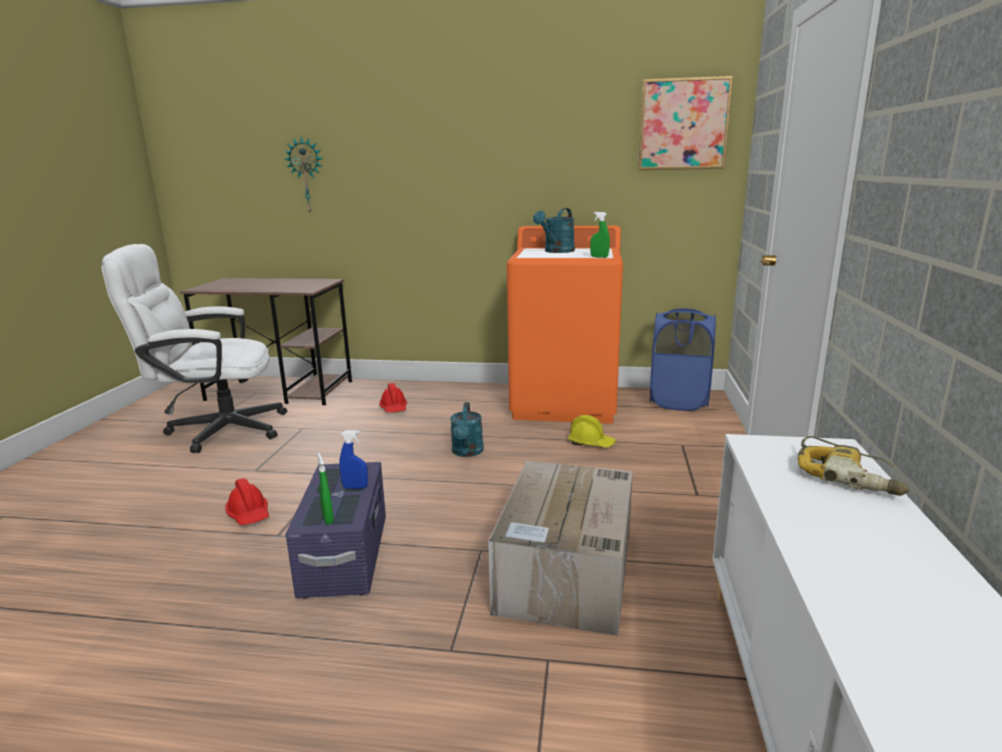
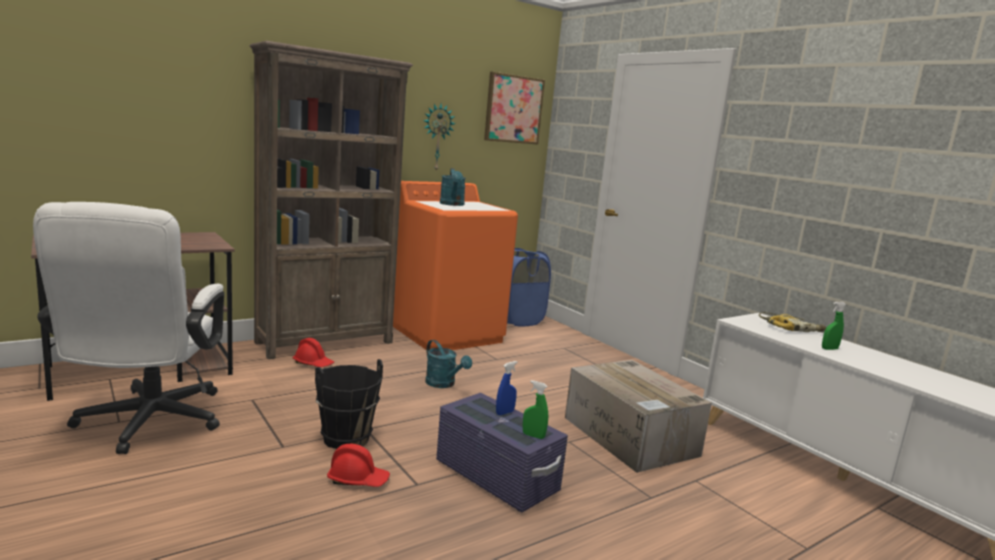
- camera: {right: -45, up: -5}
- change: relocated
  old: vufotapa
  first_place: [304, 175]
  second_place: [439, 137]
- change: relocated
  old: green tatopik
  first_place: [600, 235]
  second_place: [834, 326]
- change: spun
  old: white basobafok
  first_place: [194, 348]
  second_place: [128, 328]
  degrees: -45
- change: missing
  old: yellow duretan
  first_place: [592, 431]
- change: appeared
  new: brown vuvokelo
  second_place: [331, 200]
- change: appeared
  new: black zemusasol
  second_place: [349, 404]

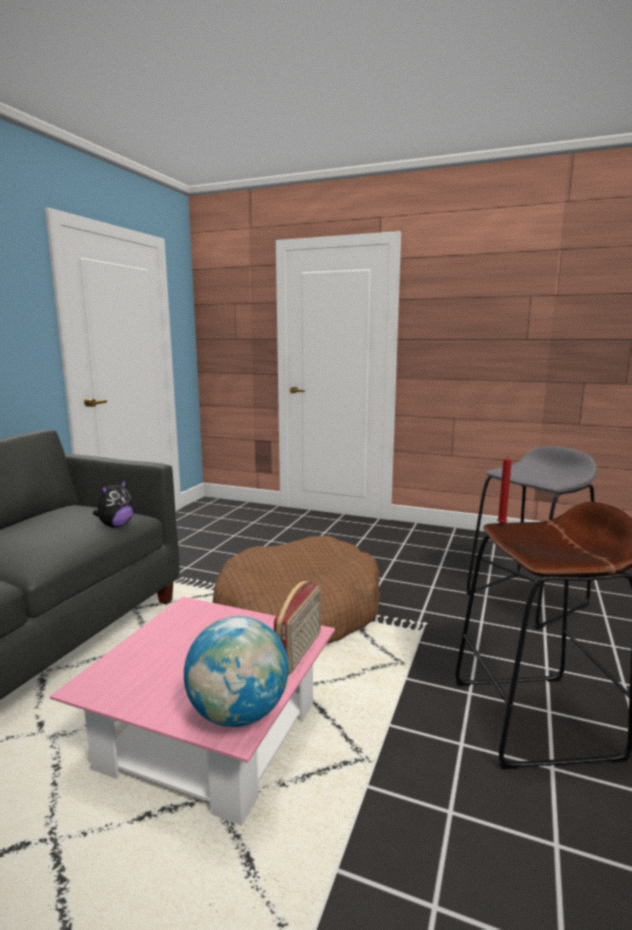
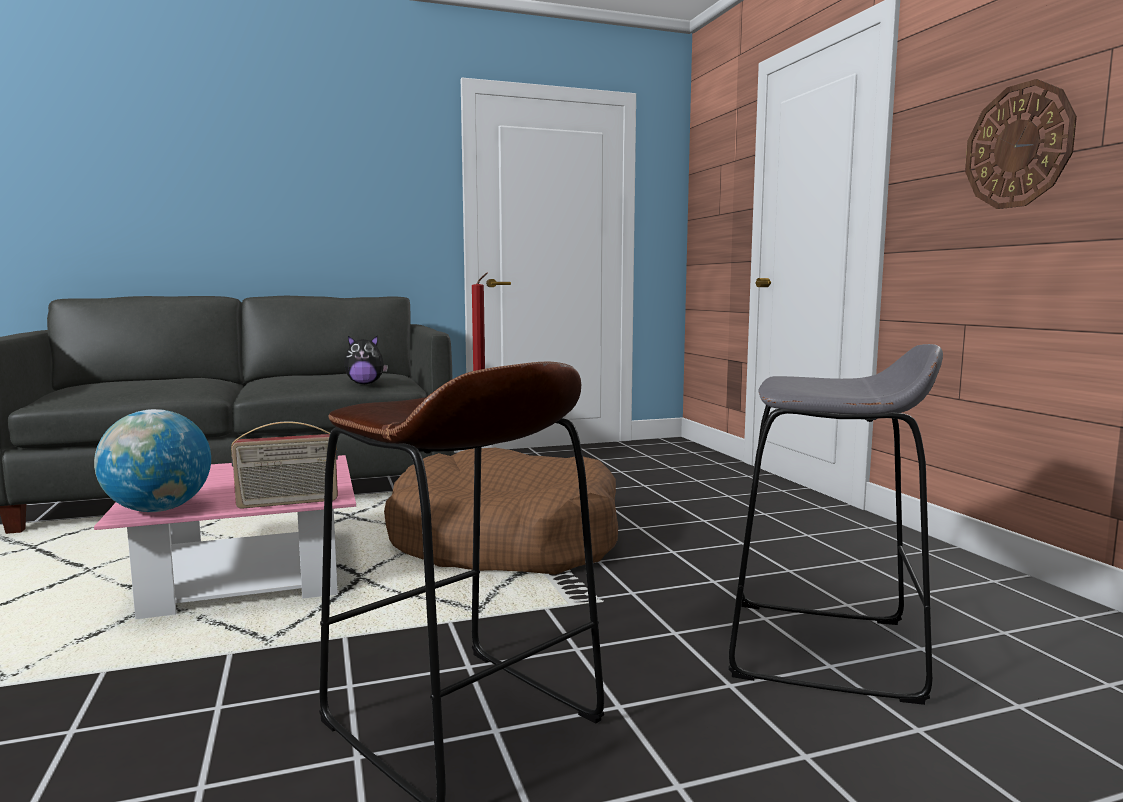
- camera: {right: 50, up: -5}
- change: appeared
  new: vufotapa
  second_place: [1021, 144]

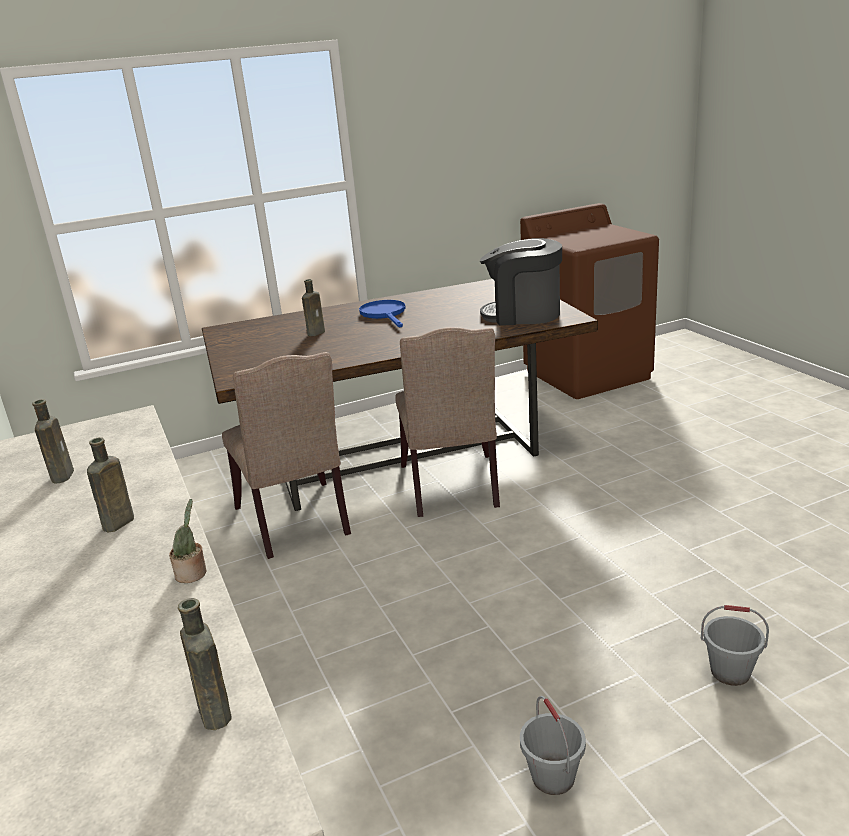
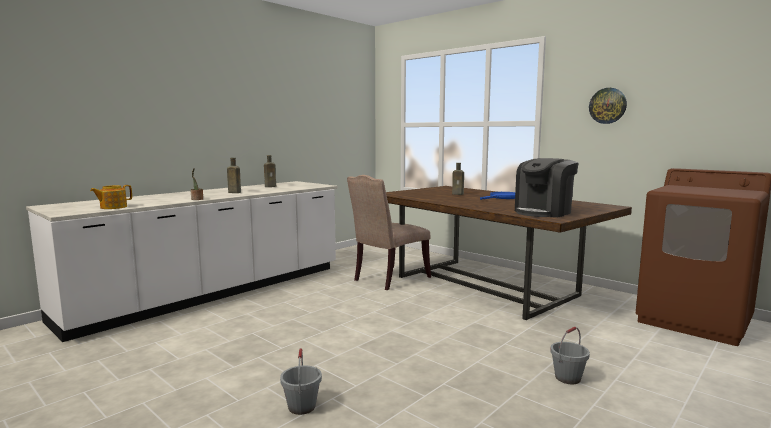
- camera: {right: 65, up: -15}
- change: spun
  old: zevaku
  first_place: [521, 281]
  second_place: [547, 187]
  degrees: -120
- change: missing
  old: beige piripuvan
  first_place: [447, 422]
- change: exchanged
  old: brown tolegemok
  new: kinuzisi
  first_place: [205, 664]
  second_place: [111, 197]
- change: relocated
  old: grey zemusasol
  first_place: [553, 745]
  second_place: [570, 355]
- change: appeared
  new: vufotapa
  second_place: [608, 106]

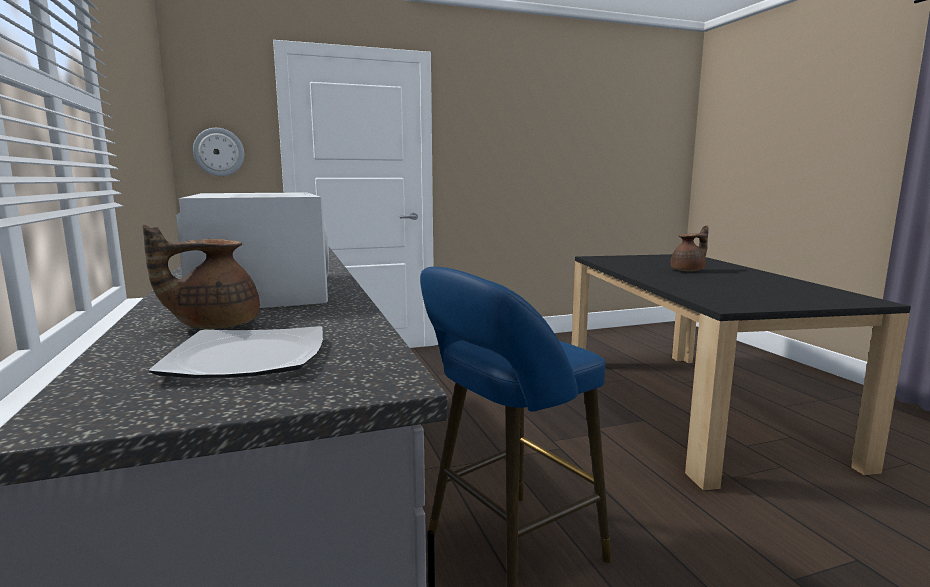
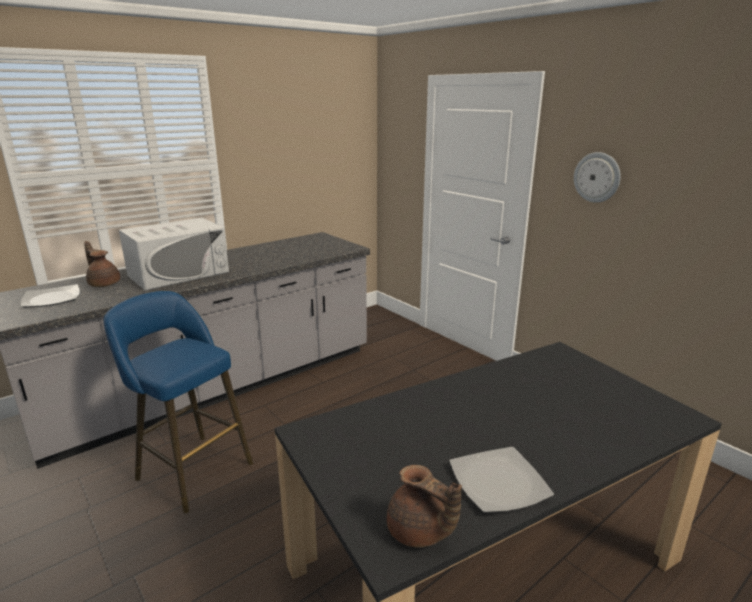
- camera: {right: 70, up: 10}
- change: relocated
  old: vufotapa
  first_place: [218, 152]
  second_place: [597, 177]
- change: relocated
  old: brown kinuzisi
  first_place: [690, 248]
  second_place: [424, 506]
- change: appeared
  new: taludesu
  second_place: [501, 480]

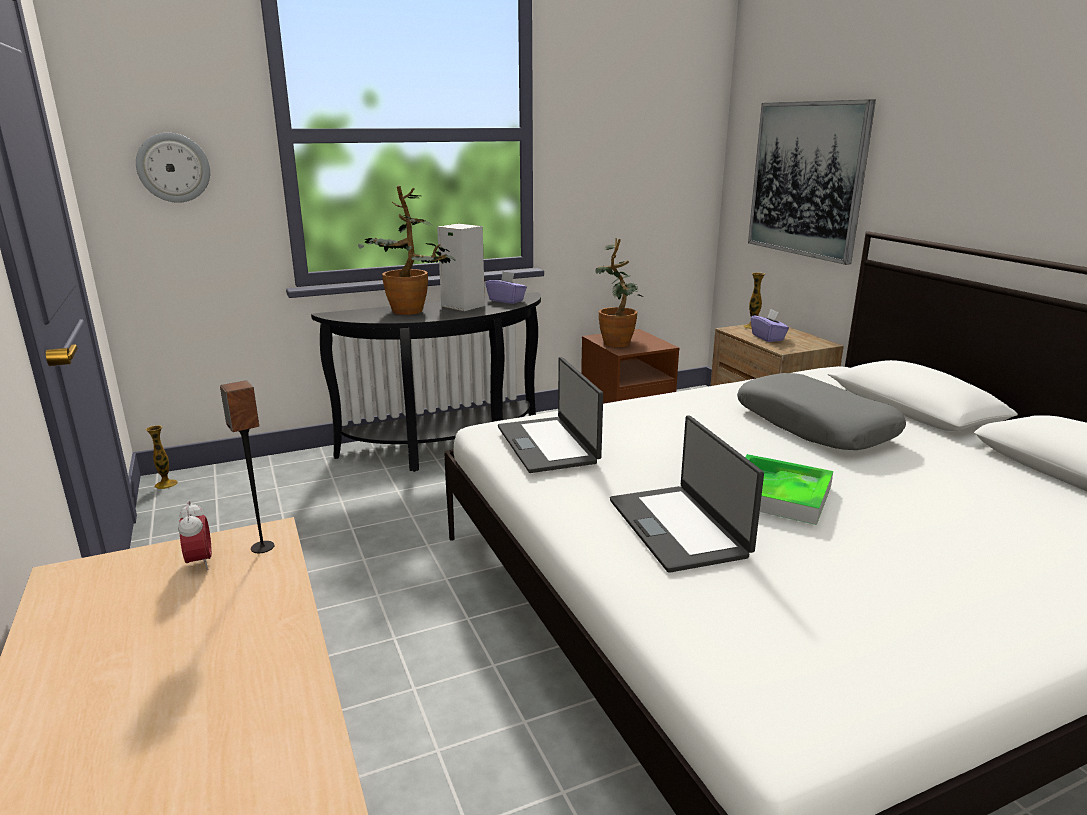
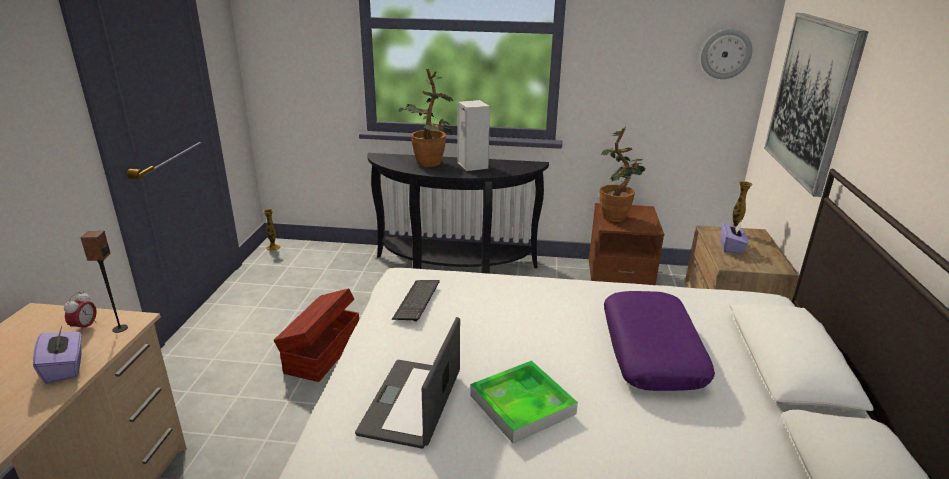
- camera: {right: 30, up: 5}
- change: relocated
  old: vufotapa
  first_place: [173, 168]
  second_place: [726, 54]
- change: relocated
  old: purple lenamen
  first_place: [506, 287]
  second_place: [57, 355]
- change: exchanged
  old: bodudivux
  new: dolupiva
  first_place: [550, 415]
  second_place: [416, 300]
- change: colour
  old: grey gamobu
  new: purple gamobu
  first_place: [821, 411]
  second_place: [659, 341]
- change: appeared
  new: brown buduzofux
  second_place: [316, 335]

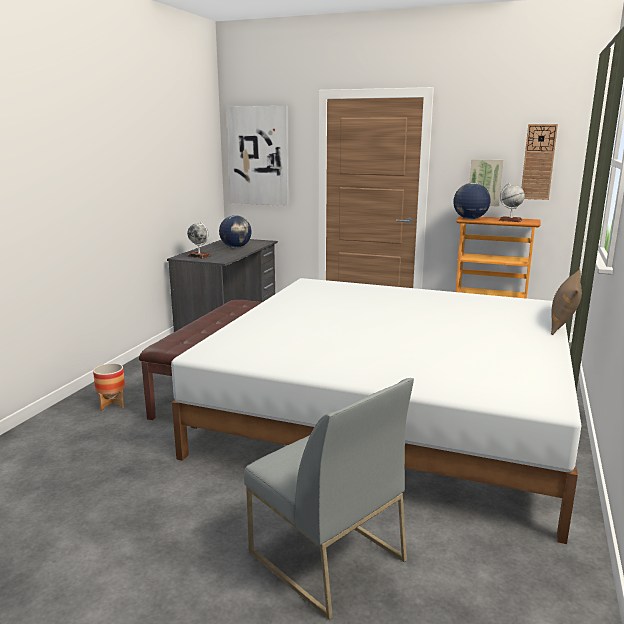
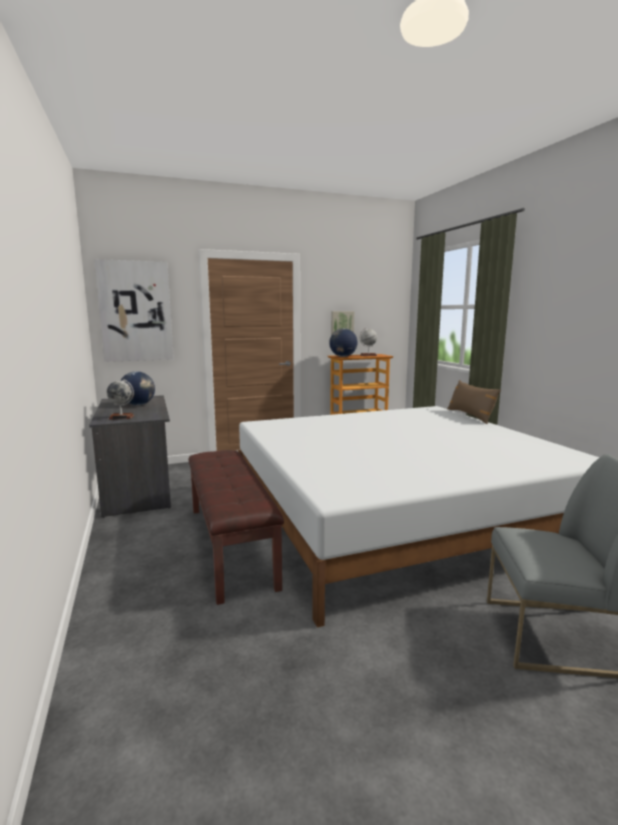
- camera: {right: -40, up: -5}
- change: missing
  old: vufotapa
  first_place: [539, 162]
- change: missing
  old: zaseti
  first_place: [109, 387]

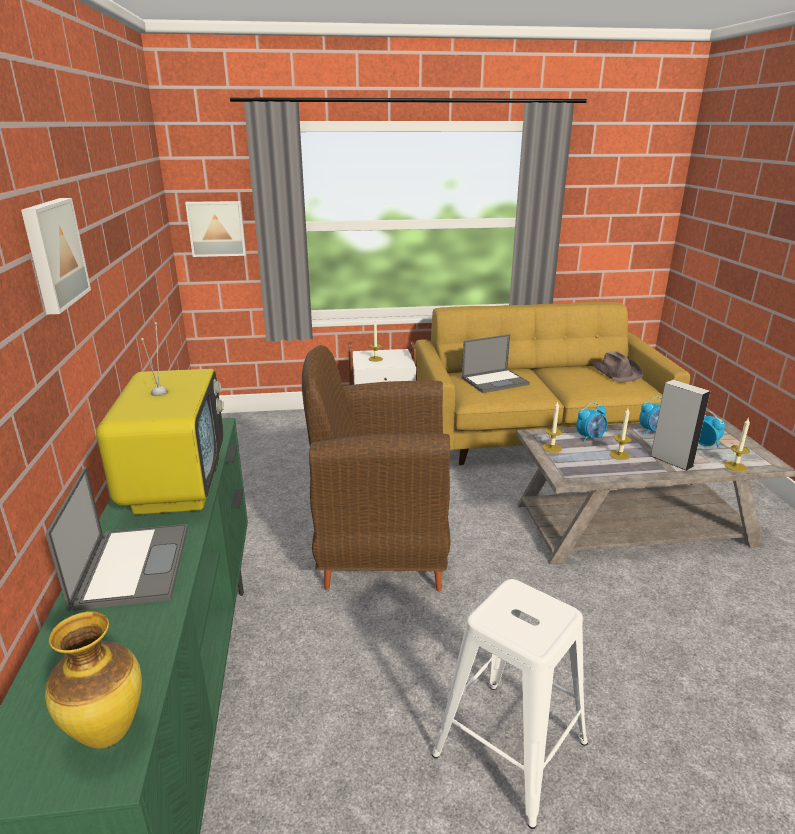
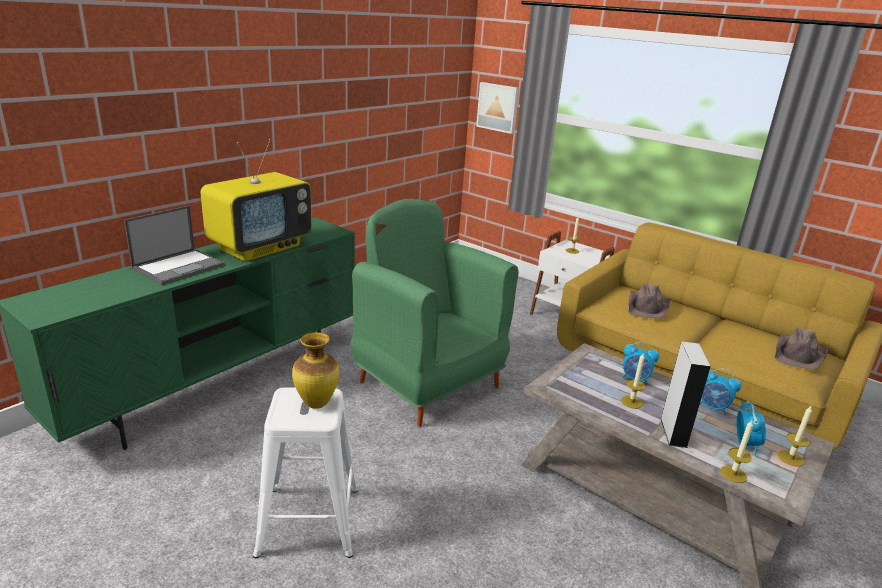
- camera: {right: 45, up: 0}
- change: missing
  old: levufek
  first_place: [56, 256]
- change: exchanged
  old: bodudivux
  new: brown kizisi
  first_place: [496, 363]
  second_place: [649, 301]
- change: colour
  old: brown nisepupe
  new: green nisepupe
  first_place: [376, 468]
  second_place: [434, 313]
- change: relocated
  old: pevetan
  first_place: [552, 427]
  second_place: [795, 436]
- change: relocated
  old: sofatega
  first_place: [93, 680]
  second_place: [316, 370]

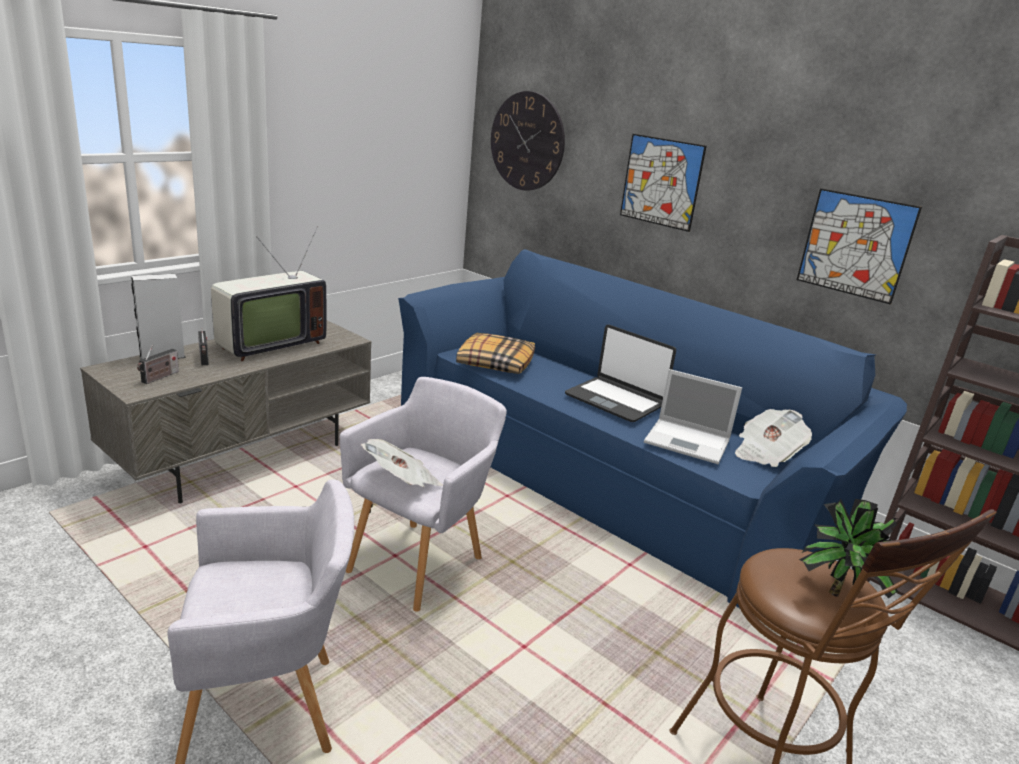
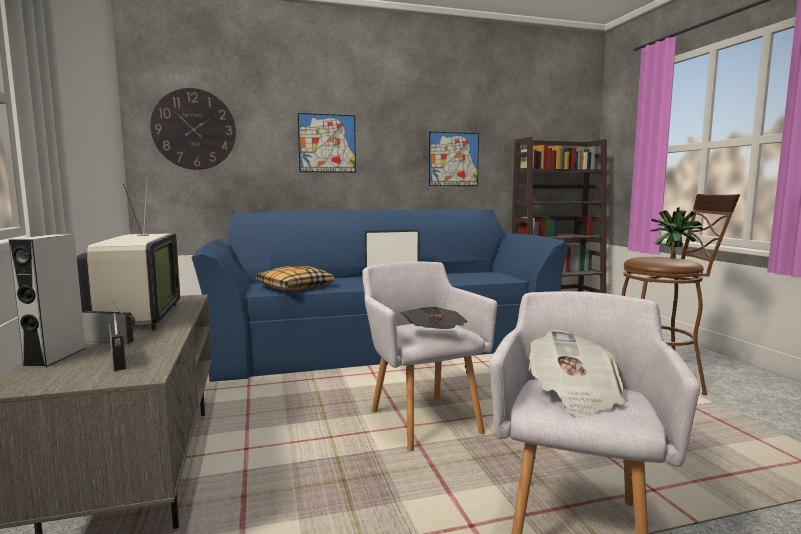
- camera: {right: -55, up: -15}
- change: missing
  old: bodudivux
  first_place: [693, 416]
- change: relocated
  old: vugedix
  first_place: [773, 438]
  second_place: [577, 373]

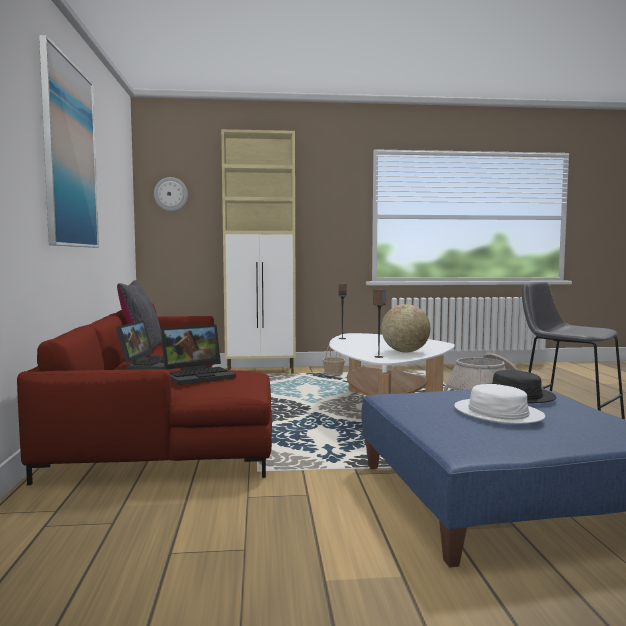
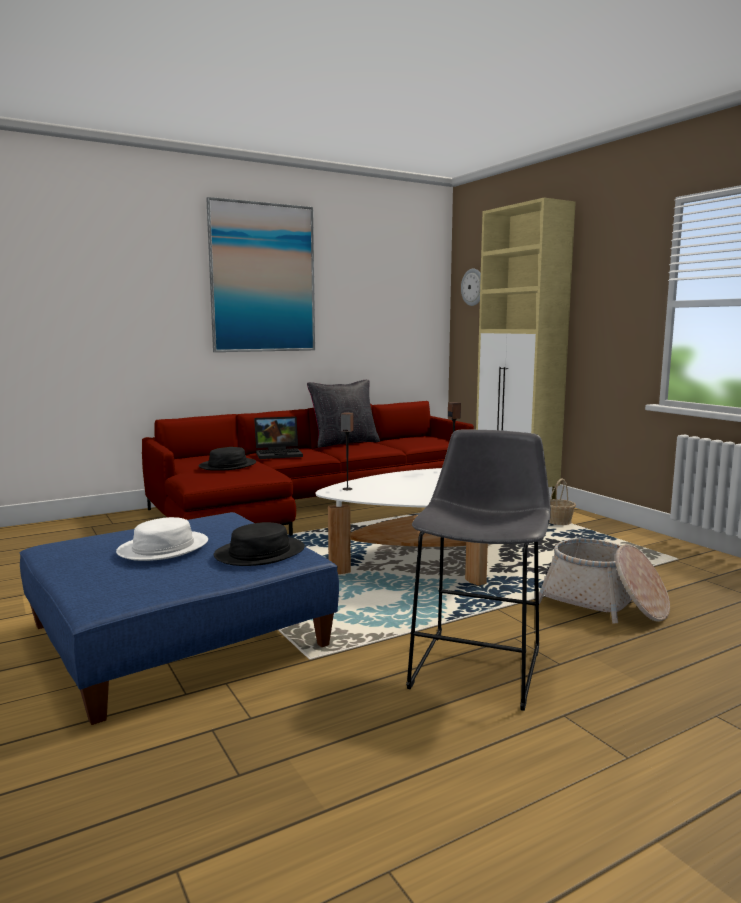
- camera: {right: 65, up: 5}
- change: missing
  old: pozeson
  first_place: [405, 328]
- change: exchanged
  old: bodudivux
  new: black kizisi
  first_place: [198, 355]
  second_place: [227, 459]

